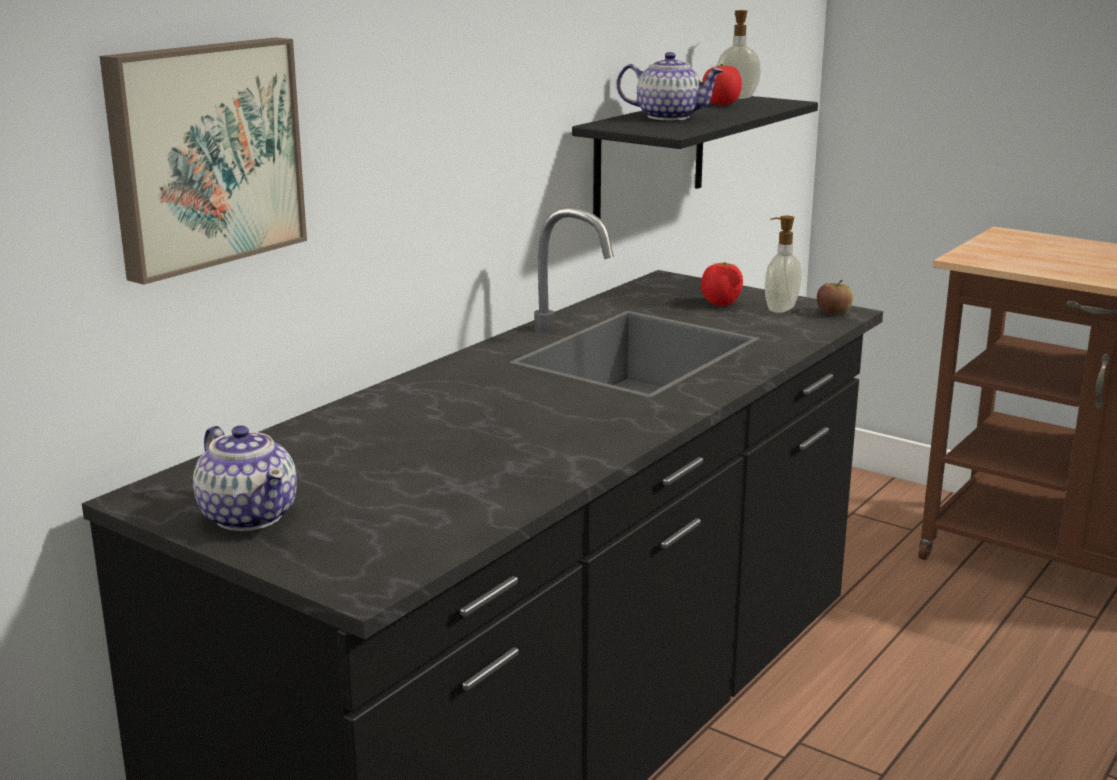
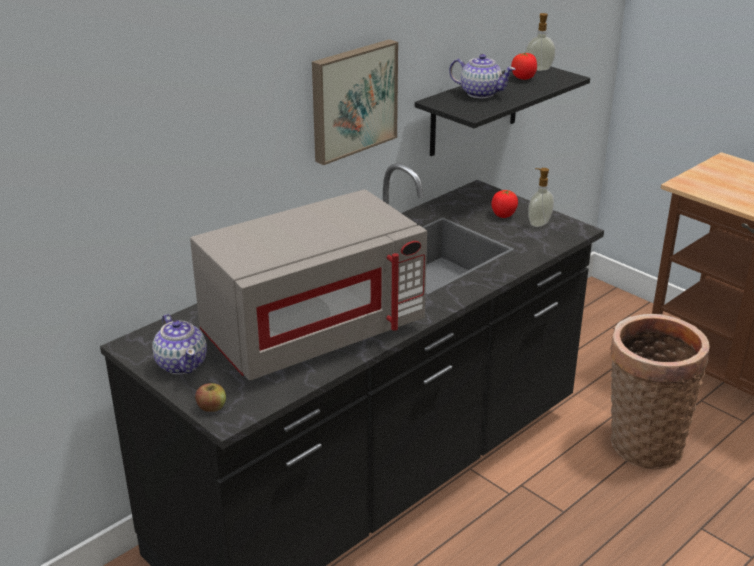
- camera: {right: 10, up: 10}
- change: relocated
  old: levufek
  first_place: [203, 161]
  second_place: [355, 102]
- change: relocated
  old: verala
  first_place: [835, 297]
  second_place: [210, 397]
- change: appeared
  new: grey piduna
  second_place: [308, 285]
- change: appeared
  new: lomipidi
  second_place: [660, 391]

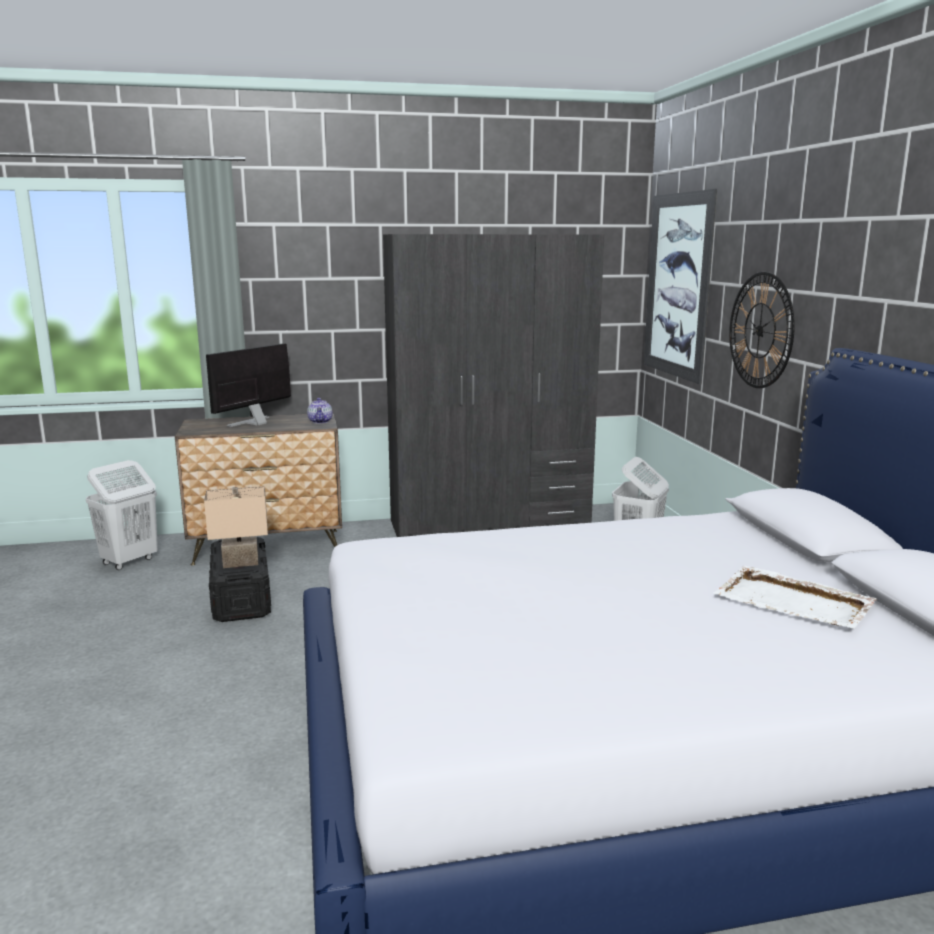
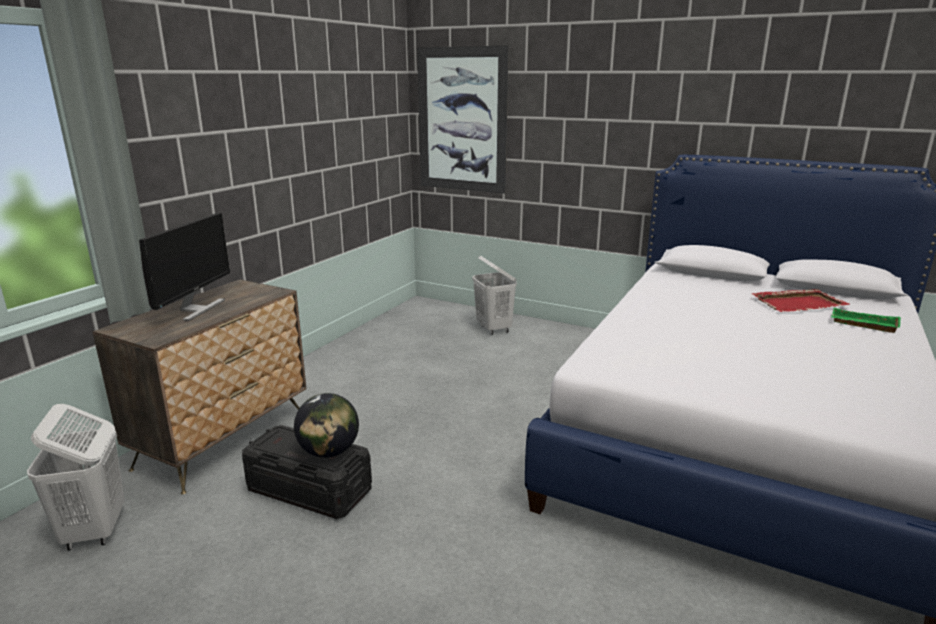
- camera: {right: -50, up: 5}
- change: missing
  old: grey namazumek
  first_place: [493, 385]
- change: missing
  old: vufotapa
  first_place: [762, 330]
- change: spun
  old: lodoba
  first_place: [248, 385]
  second_place: [184, 267]
  degrees: -150
- change: missing
  old: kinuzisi
  first_place: [320, 410]
- change: exchanged
  old: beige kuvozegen
  new: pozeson
  first_place: [236, 527]
  second_place: [326, 425]
- change: colour
  old: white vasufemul
  new: red vasufemul
  first_place: [795, 597]
  second_place: [801, 300]
- change: appeared
  new: green vasufemul
  second_place: [866, 320]

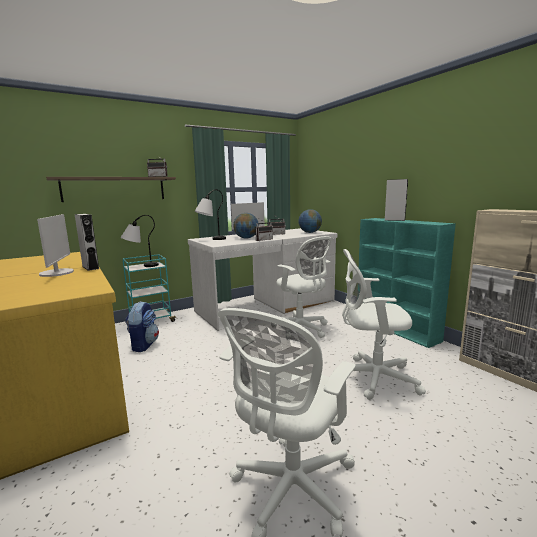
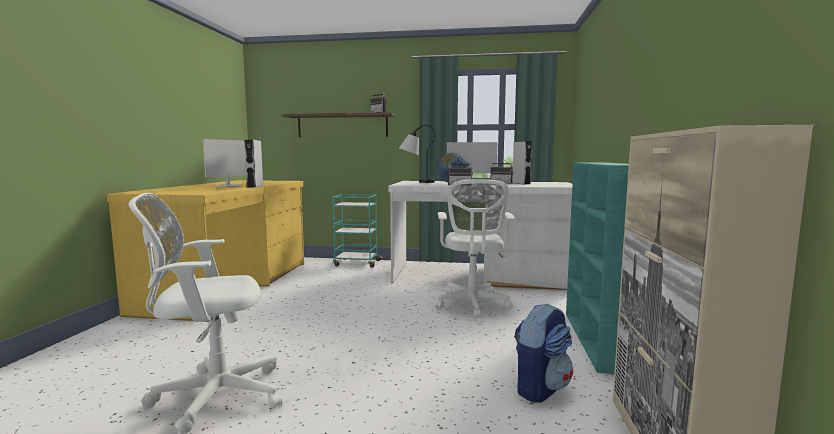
- camera: {right: 40, up: -5}
- change: relocated
  old: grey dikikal
  first_place: [396, 200]
  second_place: [522, 162]
- change: missing
  old: pozeson
  first_place: [310, 221]
- change: missing
  old: kuvozegen
  first_place: [140, 241]
- change: missing
  old: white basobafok
  first_place: [379, 324]
- change: relocated
  old: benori
  first_place: [142, 326]
  second_place: [543, 353]

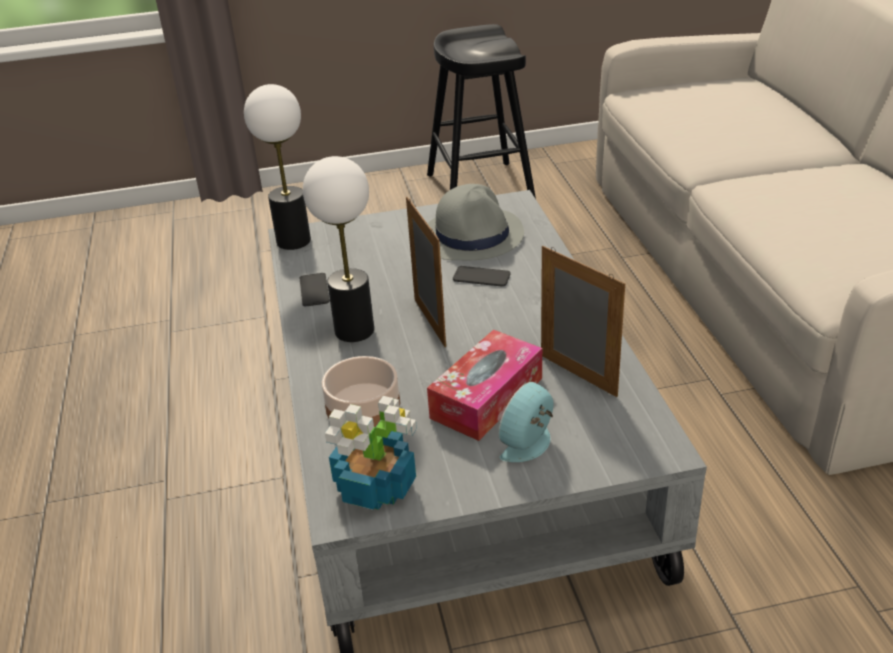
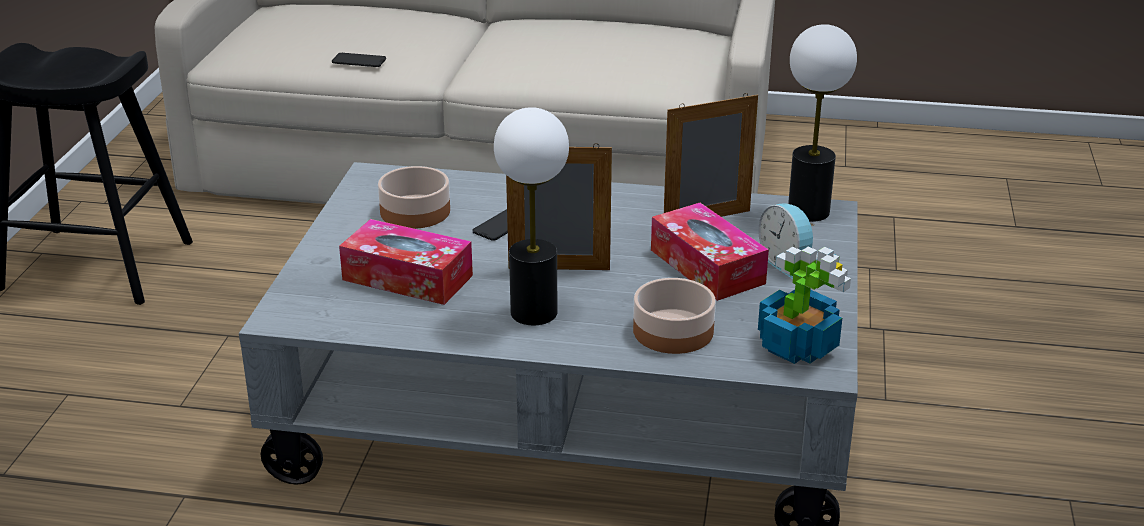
- camera: {right: -70, up: -5}
- change: relocated
  old: kuvozegen
  first_place: [277, 167]
  second_place: [822, 123]
- change: exchanged
  old: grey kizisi
  new: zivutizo
  first_place: [475, 222]
  second_place: [414, 197]
- change: relocated
  old: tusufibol
  first_place: [315, 290]
  second_place: [359, 60]
- change: appeared
  new: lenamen
  second_place: [406, 262]

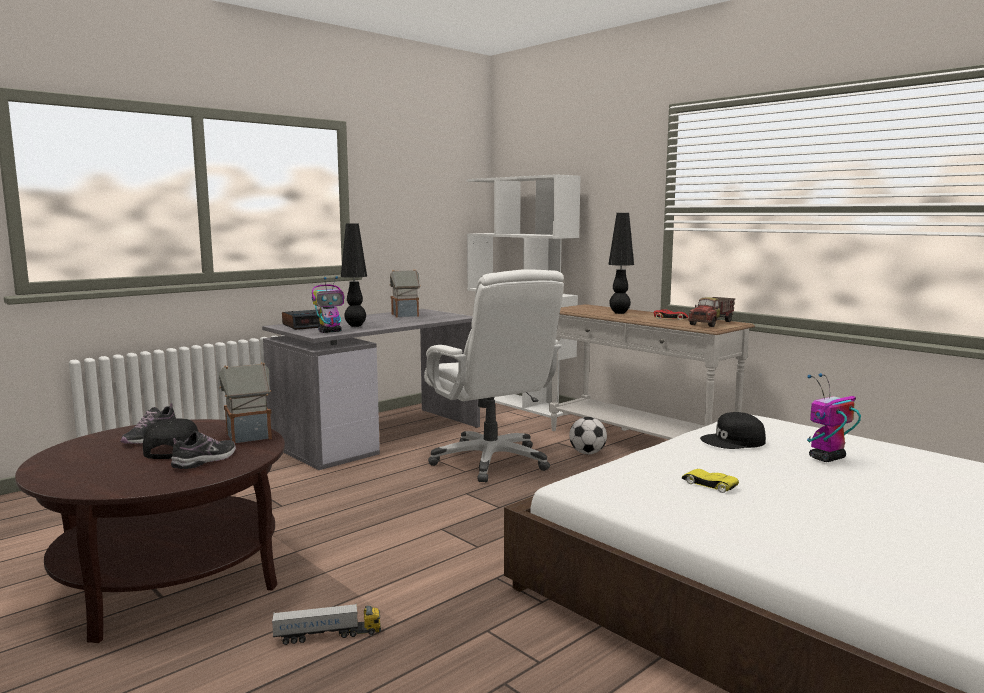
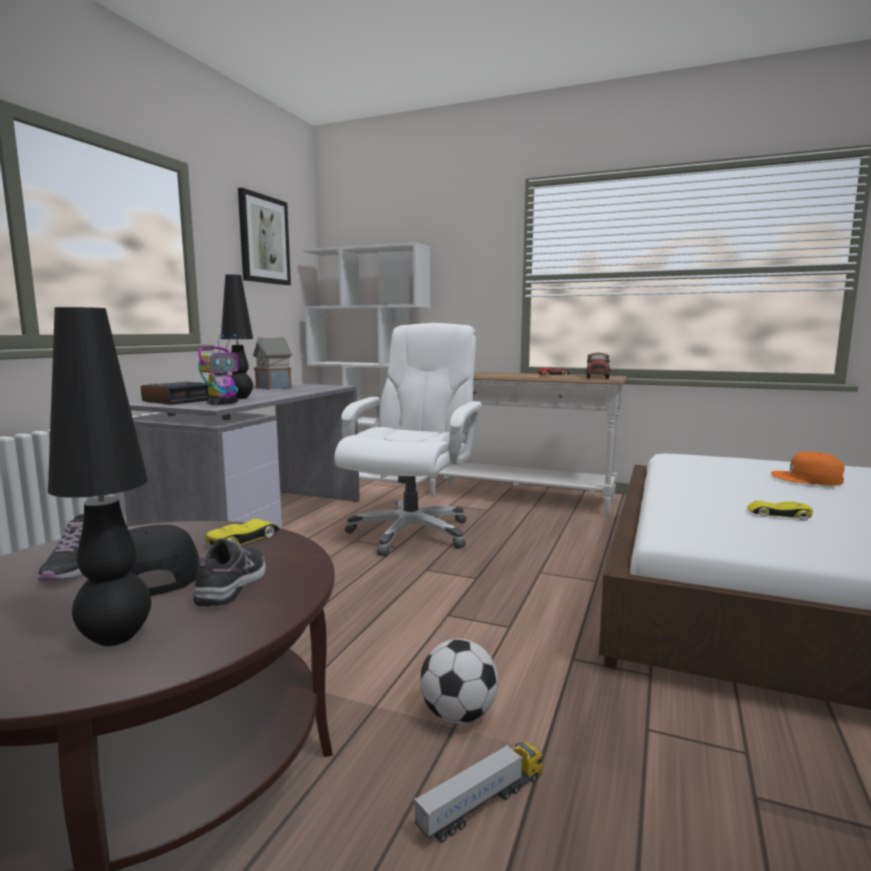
- camera: {right: -25, up: 0}
- change: relocated
  old: black kuvozegen
  first_place: [621, 263]
  second_place: [99, 476]
- change: spun
  old: white basobafok
  first_place: [494, 375]
  second_place: [408, 439]
  degrees: -105
- change: exchanged
  old: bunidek
  new: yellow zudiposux
  first_place: [245, 403]
  second_place: [242, 532]
- change: exchanged
  old: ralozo
  new: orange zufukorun
  first_place: [834, 417]
  second_place: [807, 468]
- change: missing
  old: black zufukorun
  first_place: [733, 430]
- change: relocated
  old: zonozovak
  first_place: [588, 435]
  second_place: [459, 681]
- change: appeared
  new: levufek
  second_place: [264, 236]

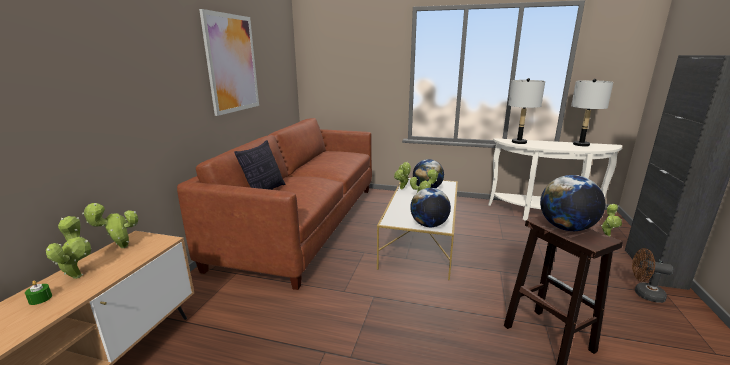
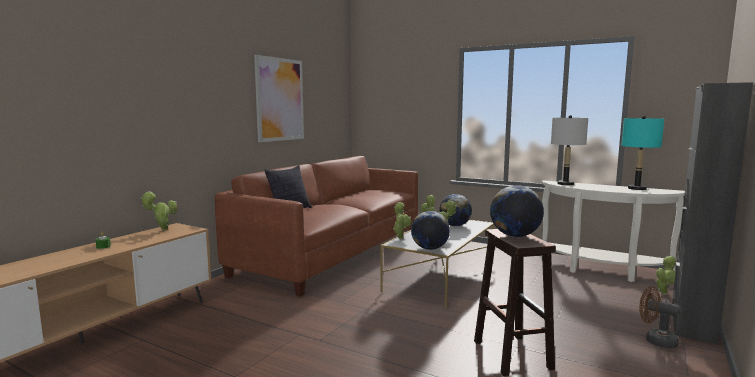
- camera: {right: 15, up: -10}
- change: colour
  old: grey kuvozegen
  new: turquoise kuvozegen
  first_place: [592, 113]
  second_place: [642, 153]
- change: relocated
  old: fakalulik
  first_place: [69, 247]
  second_place: [402, 220]

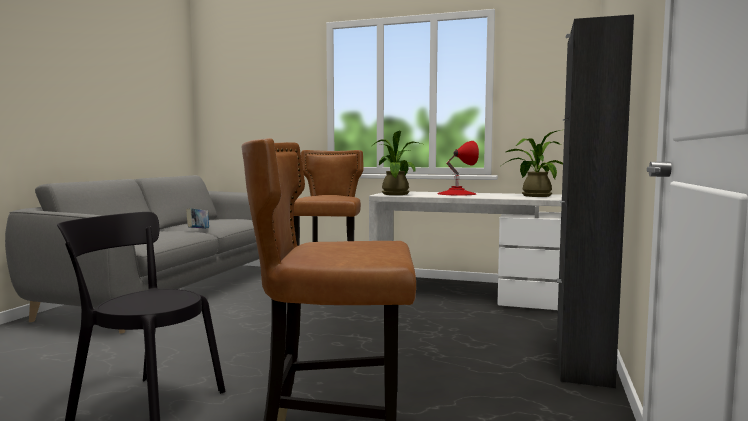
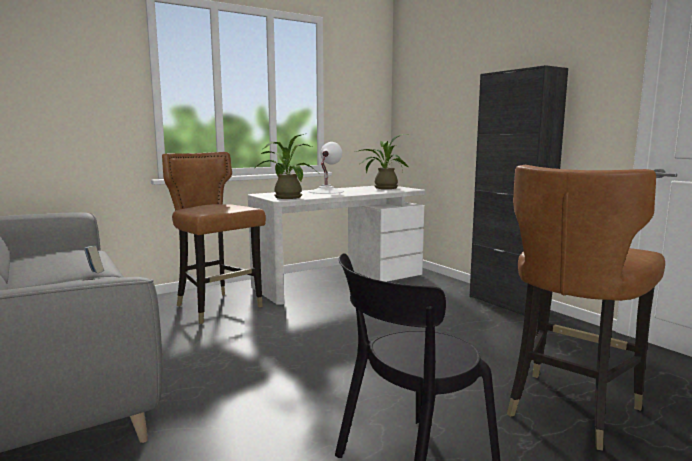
- camera: {right: -50, up: 5}
- change: colour
  old: red kuvozegen
  new: white kuvozegen
  first_place: [458, 168]
  second_place: [326, 168]

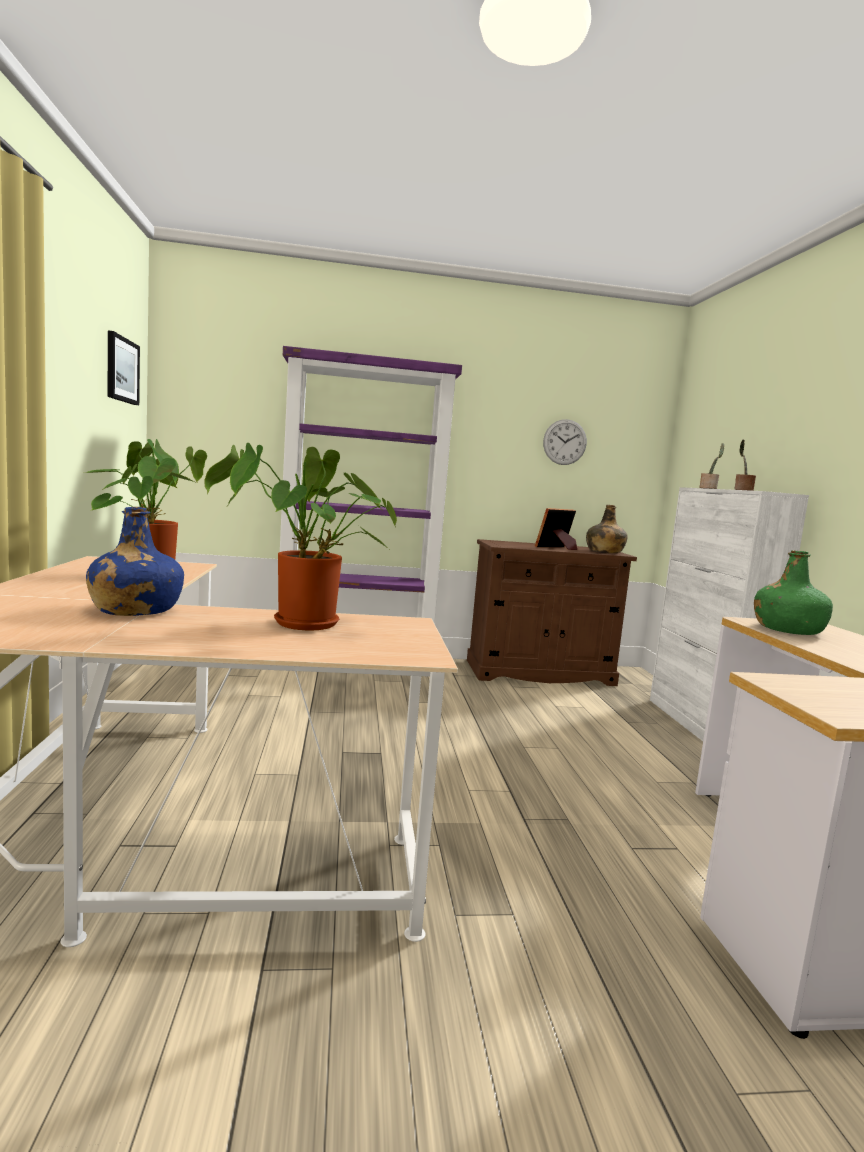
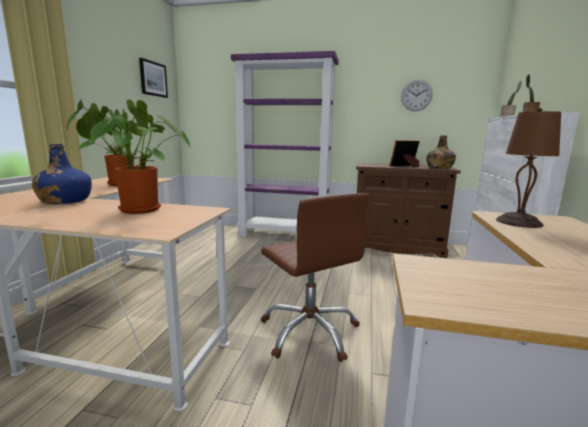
- camera: {right: 20, up: 5}
- change: exchanged
  old: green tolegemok
  new: brown kuvozegen
  first_place: [793, 592]
  second_place: [528, 168]
- change: appeared
  new: brown basobafok
  second_place: [315, 277]

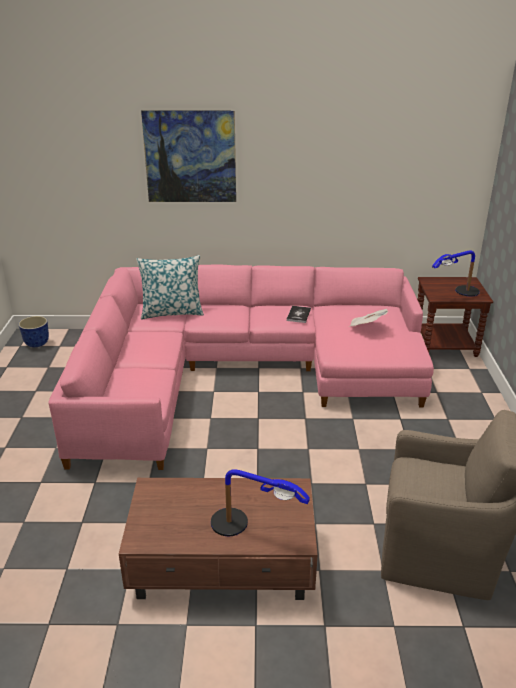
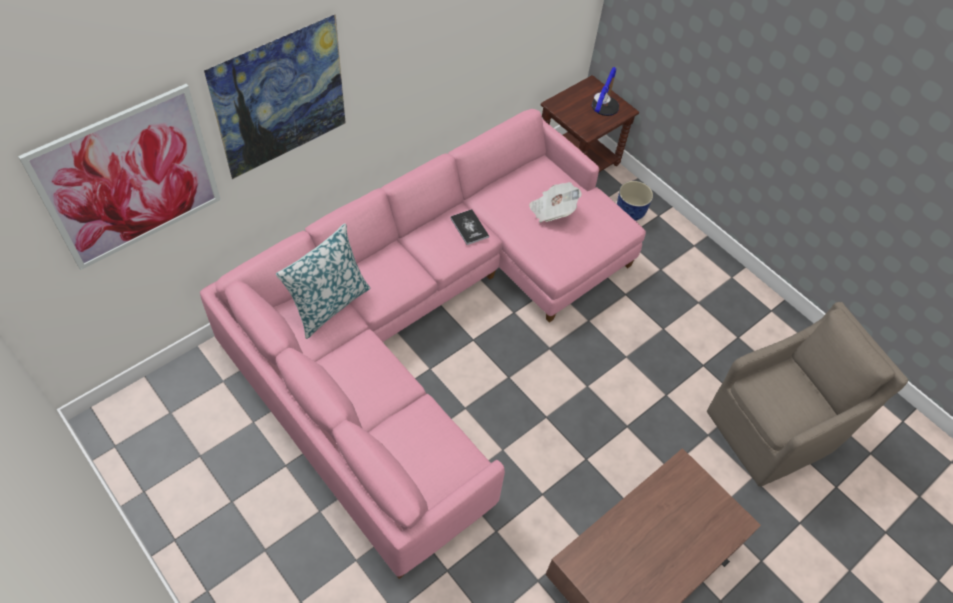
- camera: {right: -45, up: 25}
- change: relocated
  old: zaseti
  first_place: [33, 331]
  second_place: [635, 201]
- change: missing
  old: kuvozegen
  first_place: [260, 502]
- change: appeared
  new: levufek
  second_place: [119, 177]

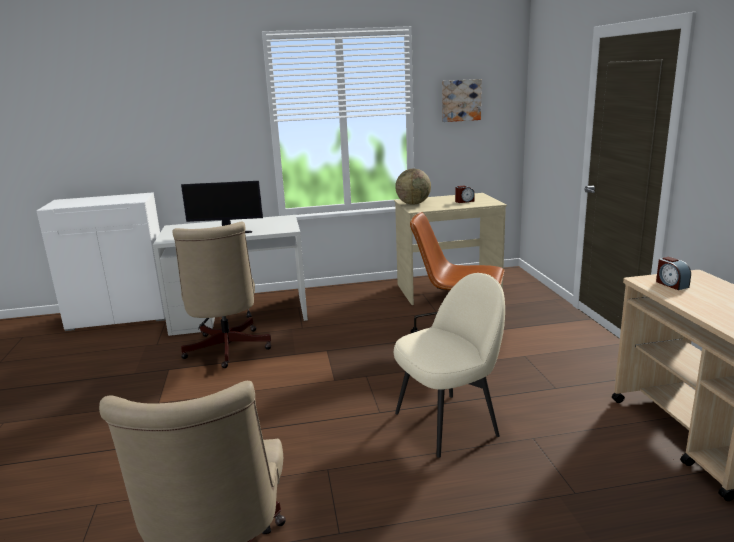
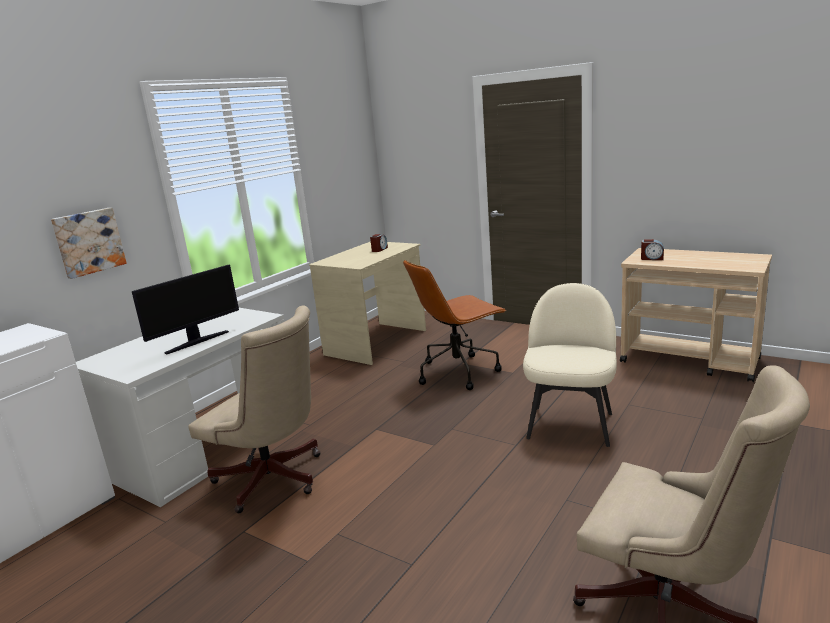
- camera: {right: -45, up: 0}
- change: relocated
  old: levufek
  first_place: [462, 100]
  second_place: [89, 243]
- change: missing
  old: pozeson
  first_place: [413, 187]

